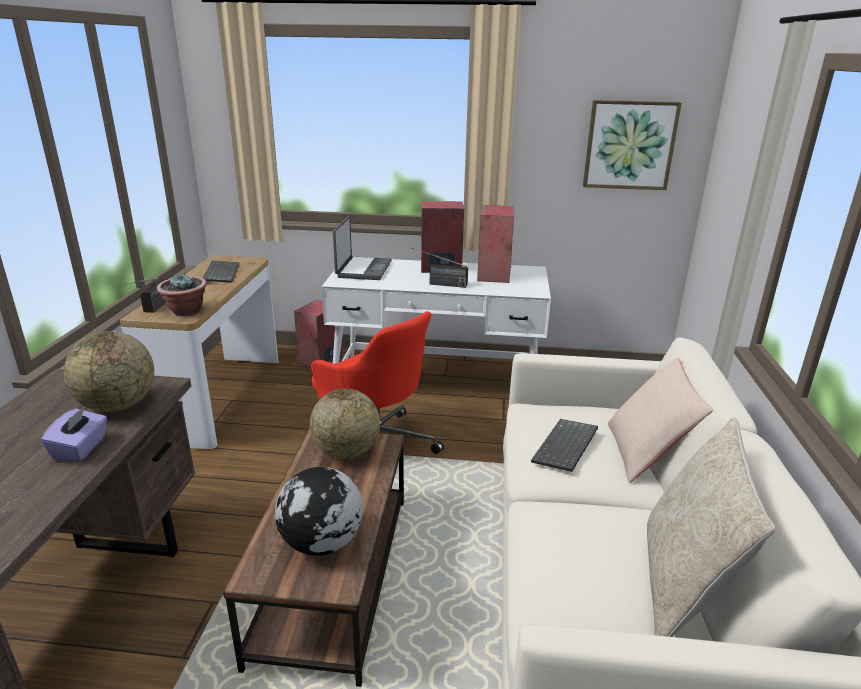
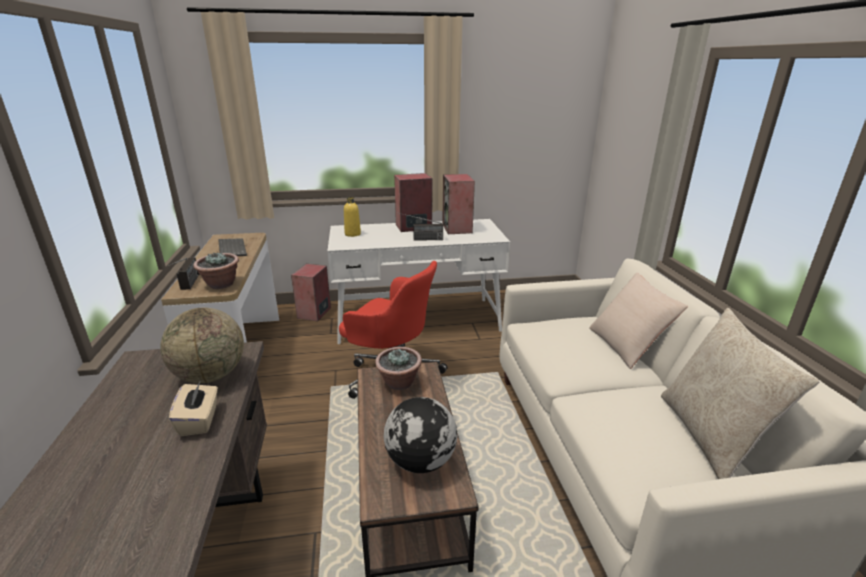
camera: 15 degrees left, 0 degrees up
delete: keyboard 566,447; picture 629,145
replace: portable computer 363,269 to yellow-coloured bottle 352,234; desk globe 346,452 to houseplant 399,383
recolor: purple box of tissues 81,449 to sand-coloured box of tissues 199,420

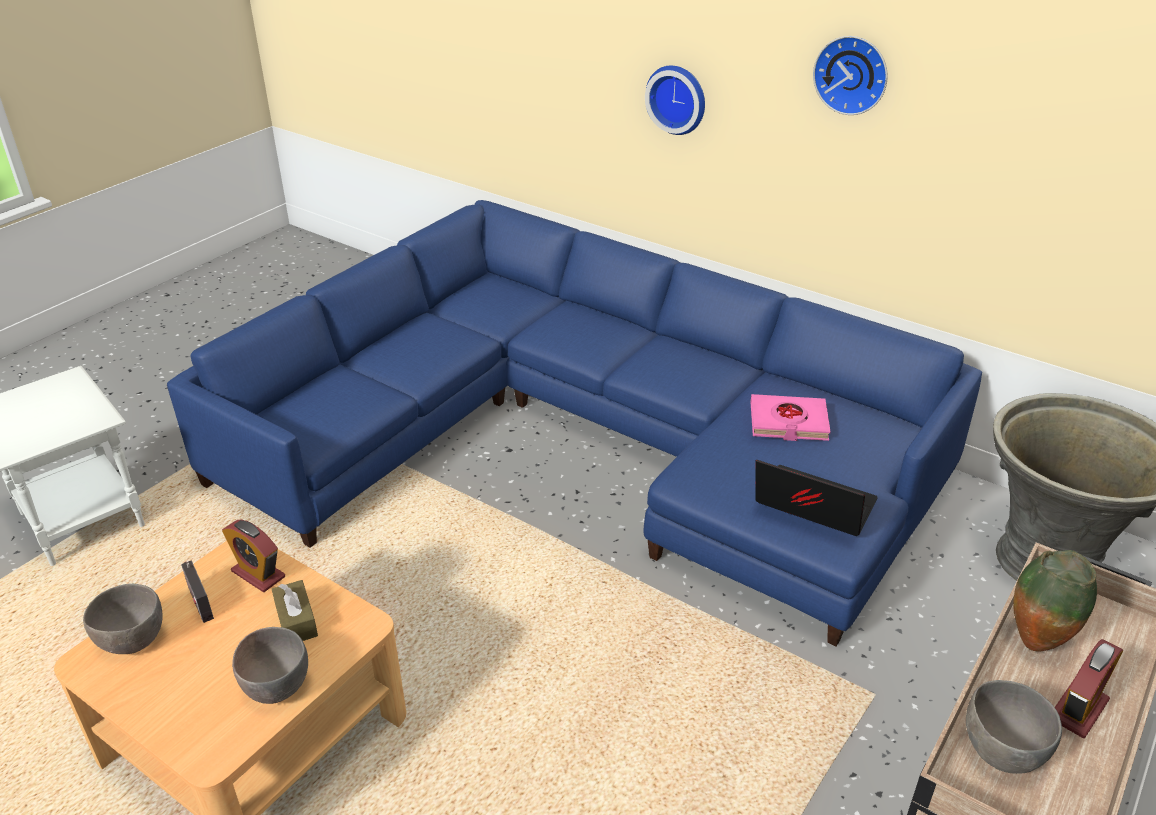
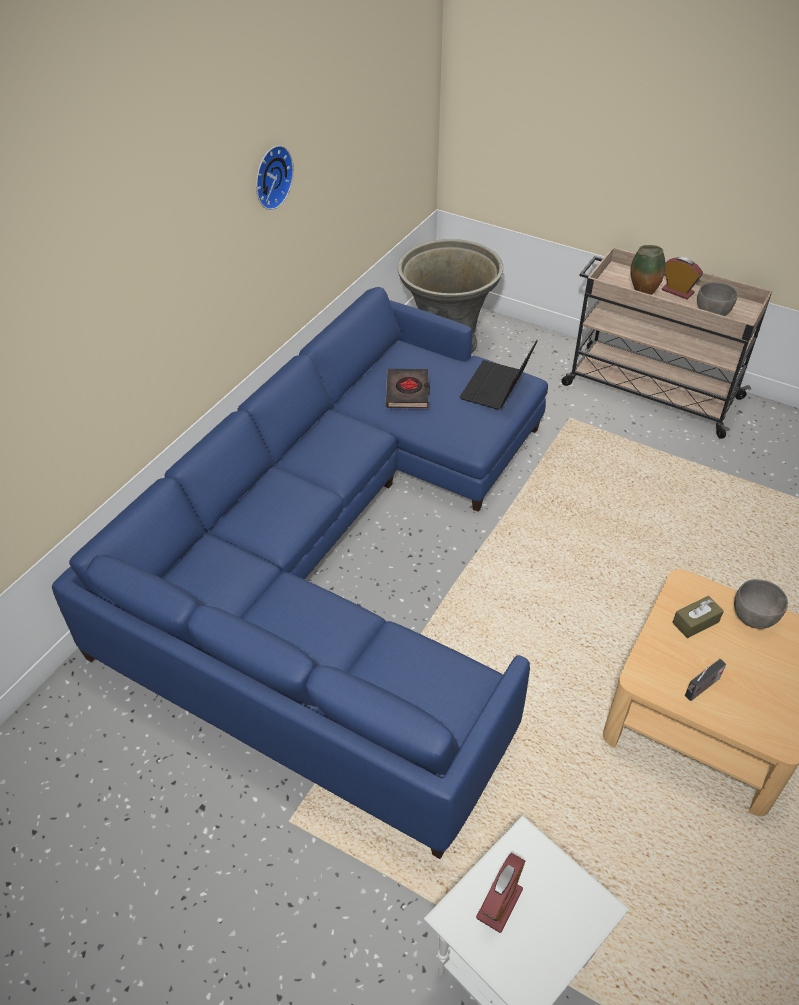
camera: 95 degrees left, 10 degrees up
delete: grey bowl 132,641; hanging clock 678,98
move: bedside clock 258,574 to 499,904
recolor: pinkish volume 788,423 to blackish volume 408,392

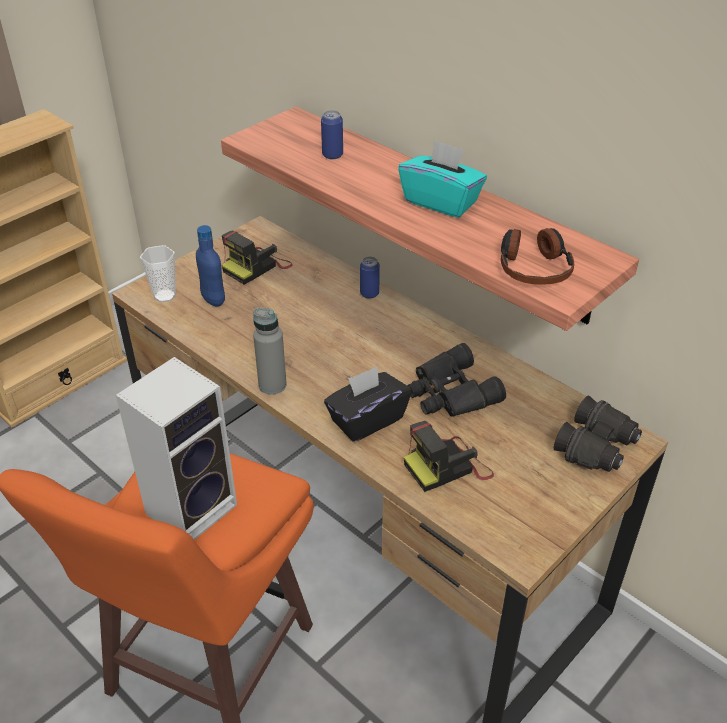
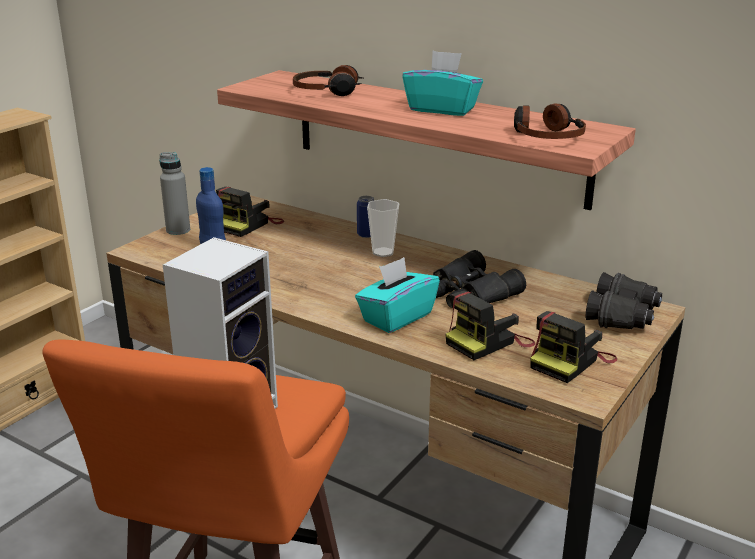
camera: 10 degrees left, 15 degrees down
insert: photo camera 570,361
move: grey bottle 272,385 to 178,230; small cup 165,296 to 383,252
replace: can 332,155 to pair of headphones 328,91
recolor: blackish box of tissues 367,420 to turquoise-coloured box of tissues 396,317

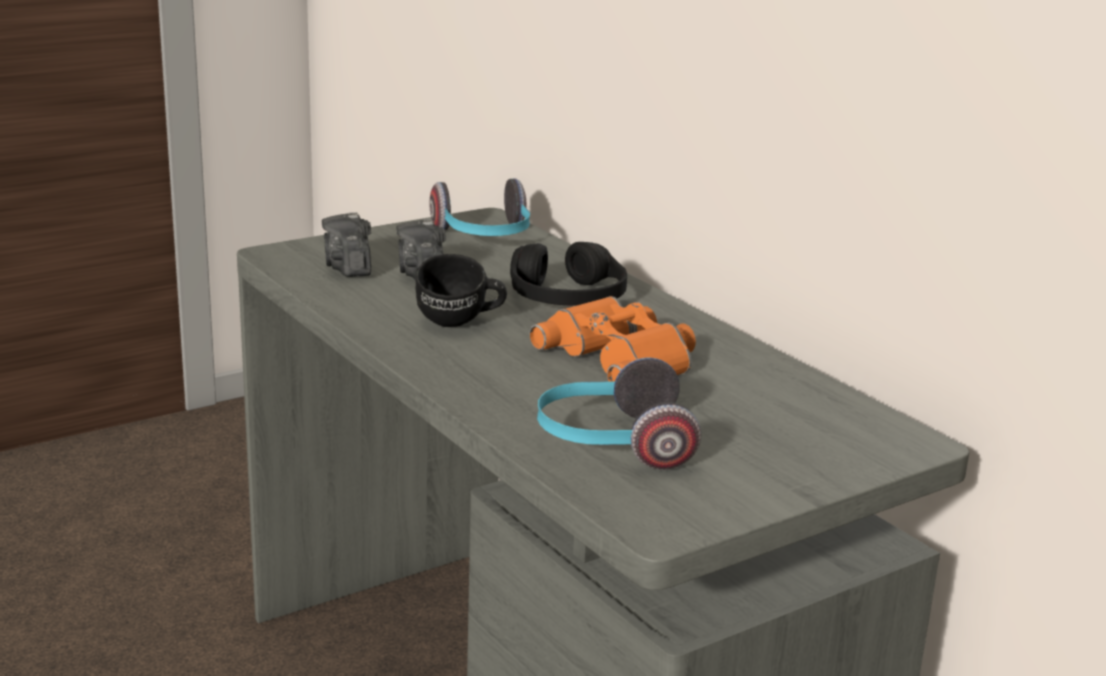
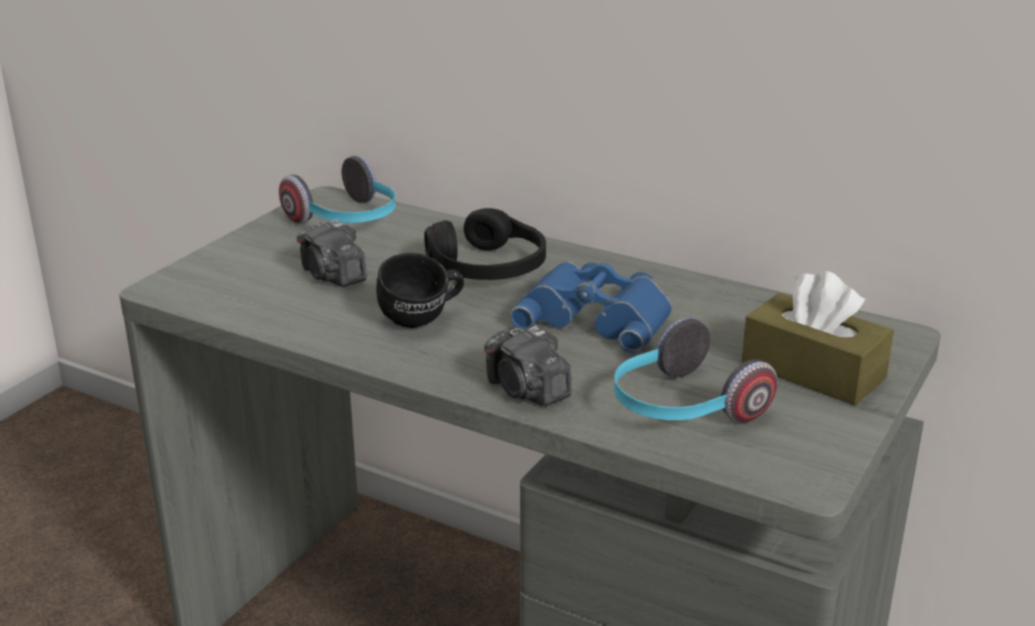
camera: 25 degrees left, 5 degrees up
insert: brownish box of tissues 812,371
move: photo camera 348,268 to 527,391
recolor: orange-coloured pair of binoculars 622,357 to bluish pair of binoculars 598,317

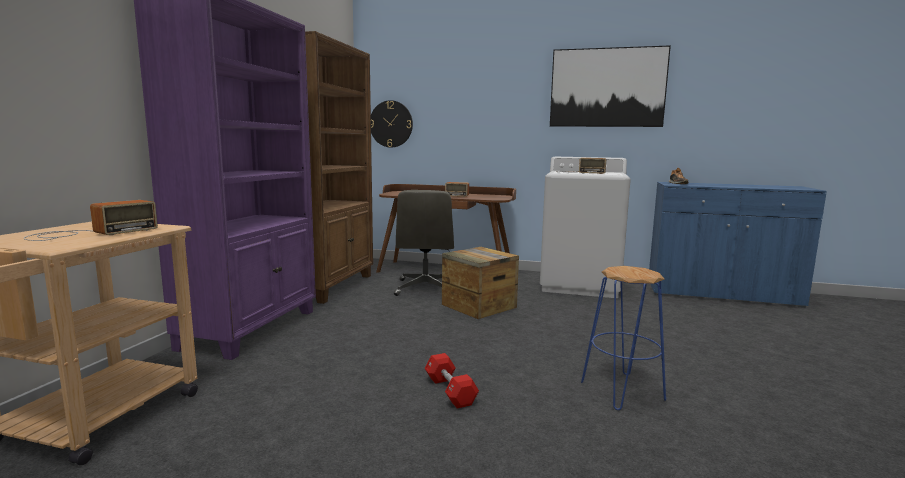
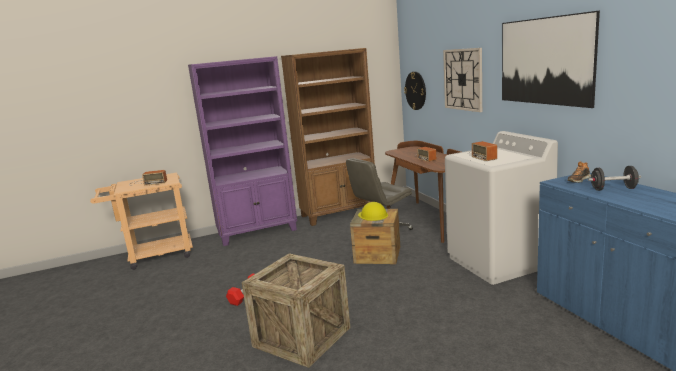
camera: 55 degrees right, 5 degrees up
insert: yellow-coloured safety helmet 373,215; hanging clock 463,79; blackish free weight 613,189
replace: bluish stool 622,391 to packing crate 302,337

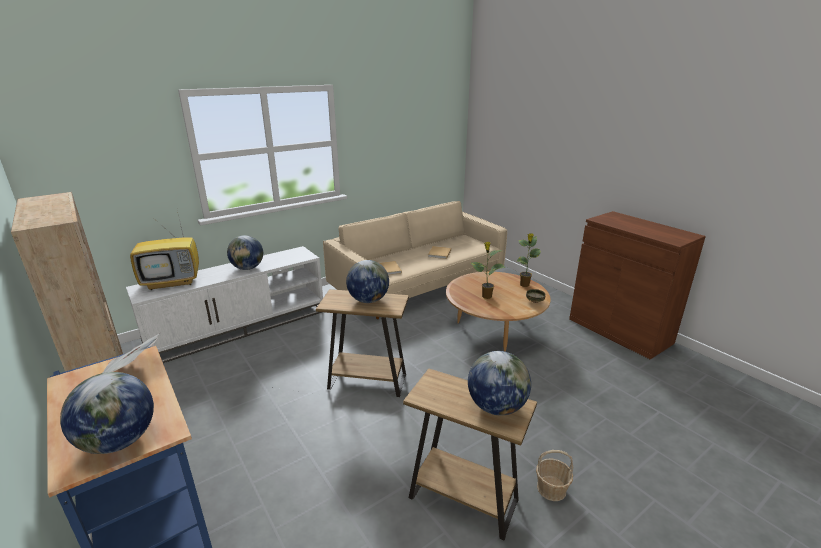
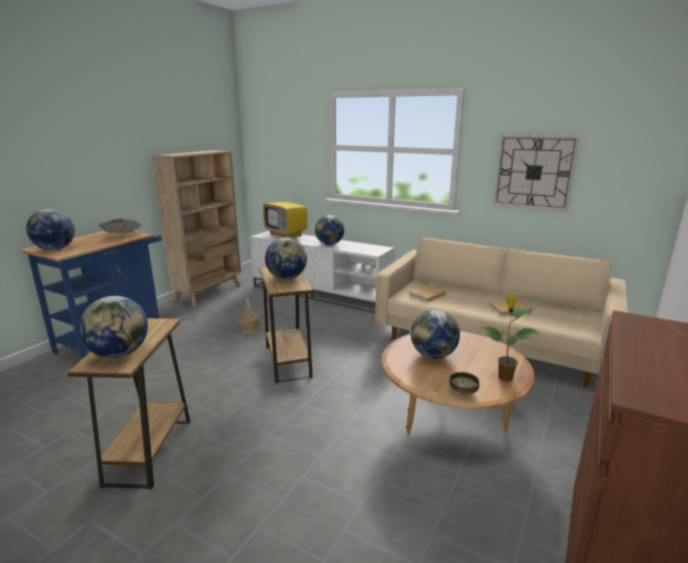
camera: 65 degrees right, 5 degrees down
insert: hanging clock 534,172
move: storage basket 551,489 to 249,330
replace: houseplant 486,296 to desk globe 433,355

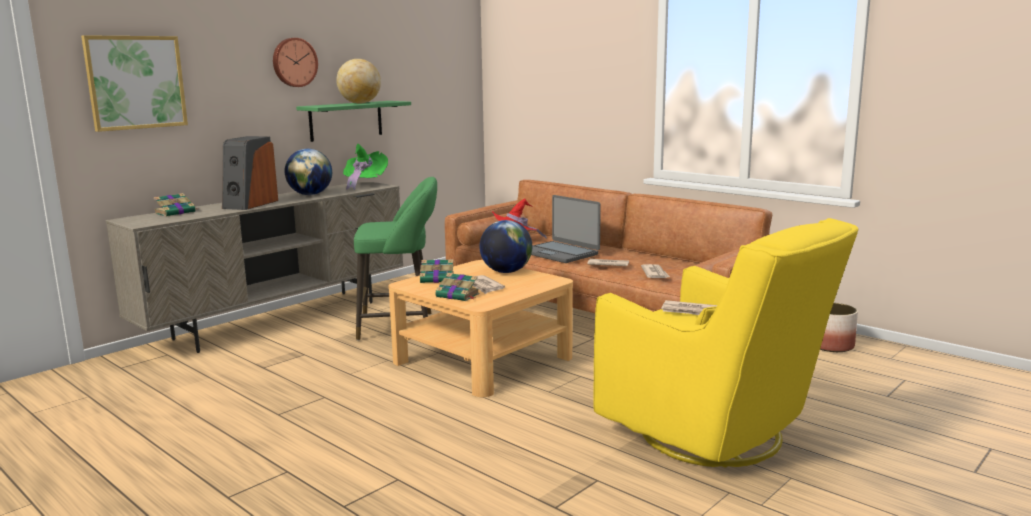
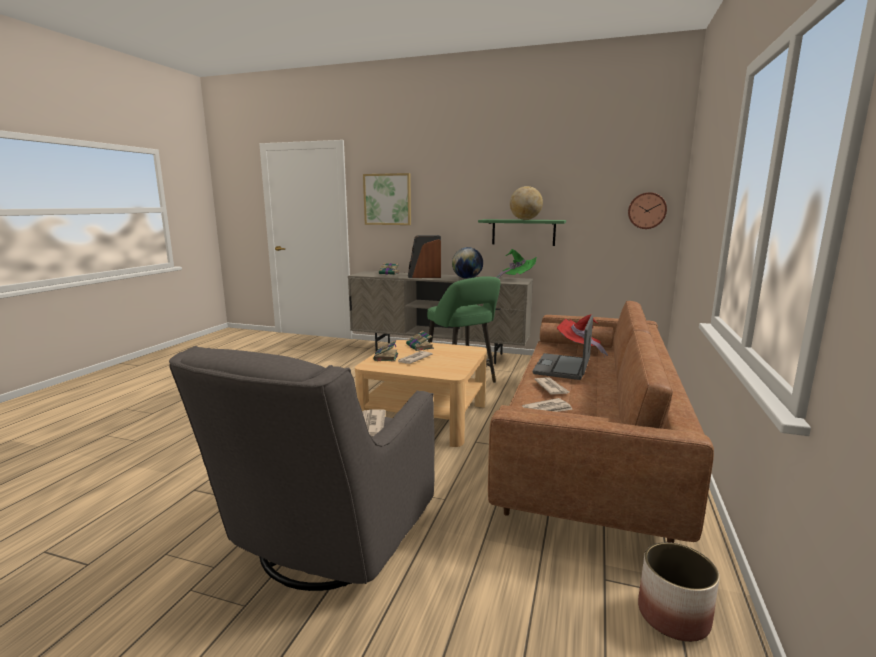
camera: 65 degrees right, 0 degrees up
delete: desk globe 506,272
move: hanging clock 294,62 to 646,210
recolor: yellow-coloured lounge chair 715,436 to grey lounge chair 326,545

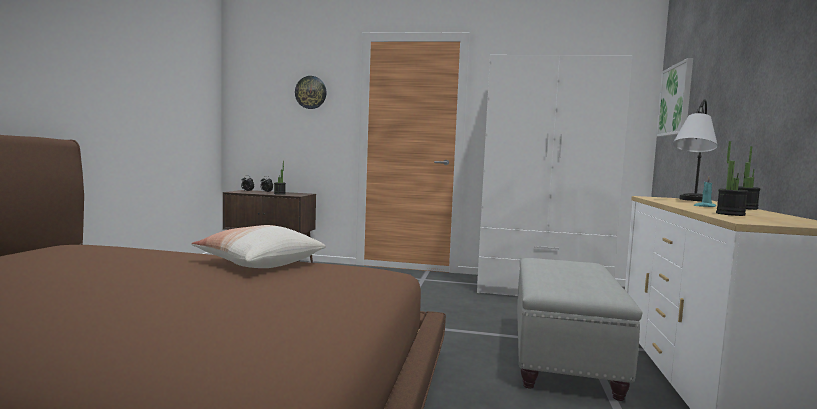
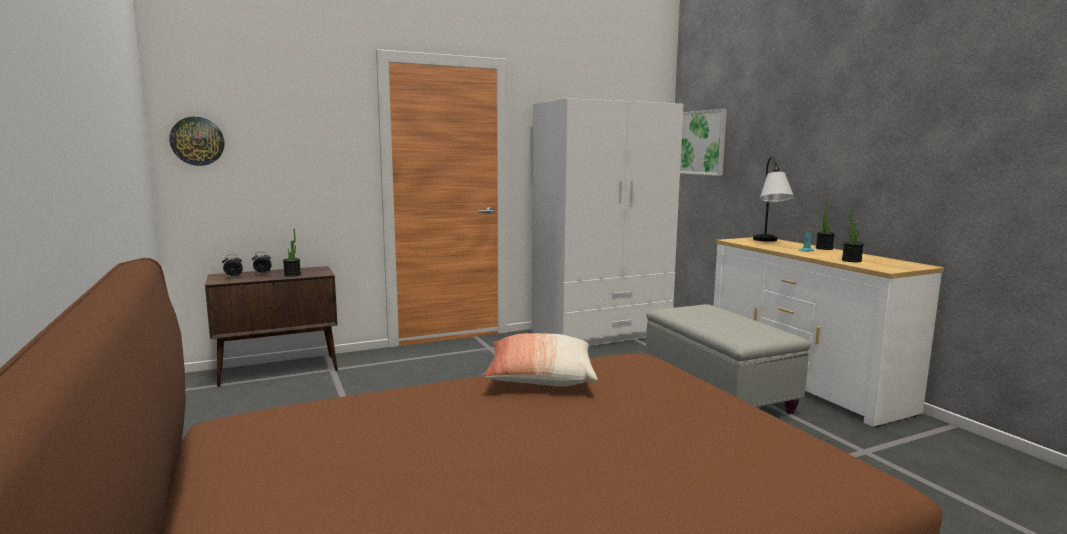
camera: 35 degrees left, 5 degrees up
move: hanging clock 311,92 to 197,141

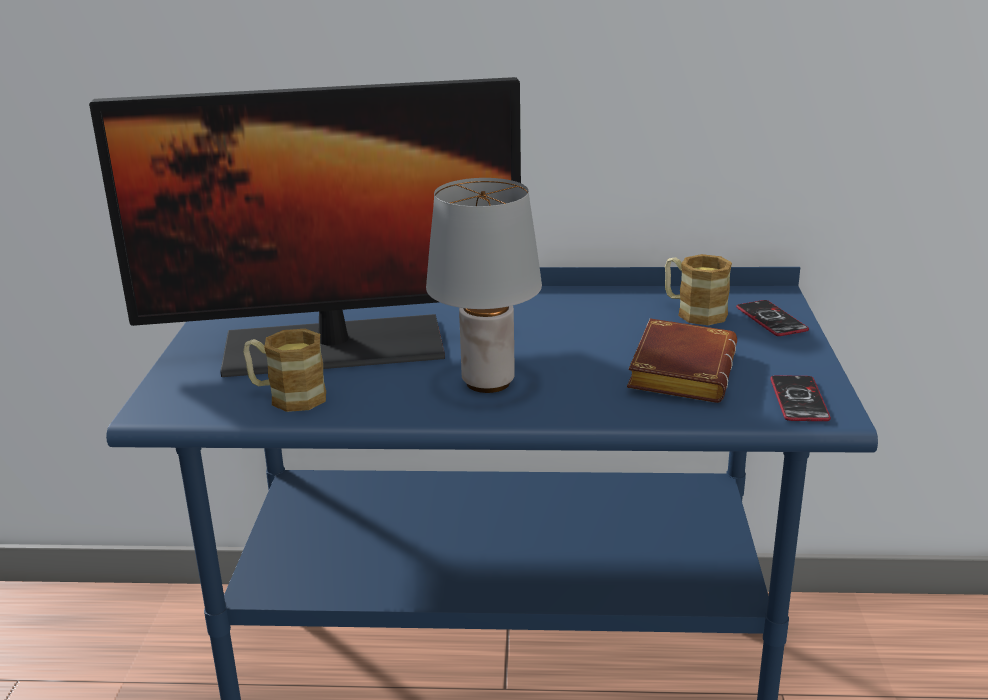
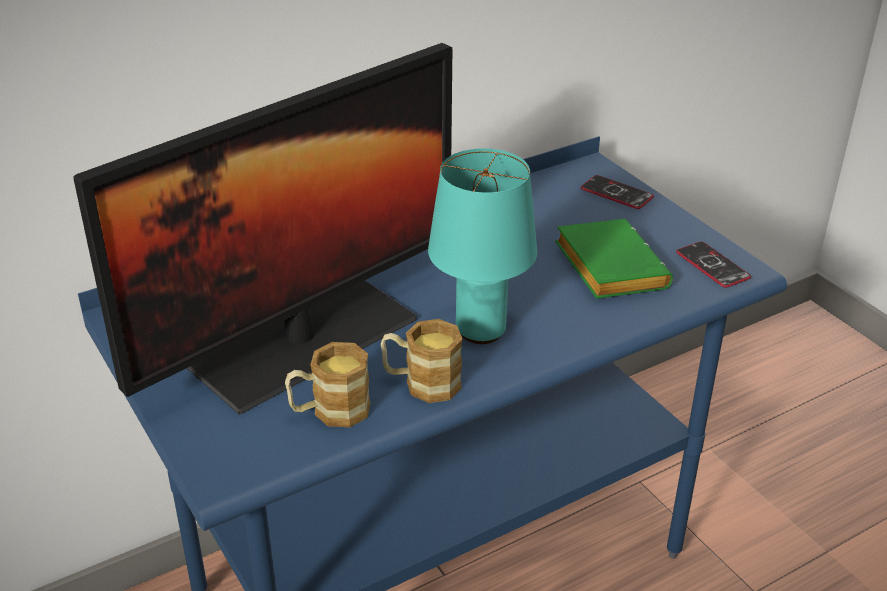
camera: 35 degrees left, 10 degrees up
move: coffee mug 693,312 to 421,383
recolor: grey tabletop lamp 488,383 to turquoise-coloured tabletop lamp 481,331; brownish volume 678,370 to green volume 606,266

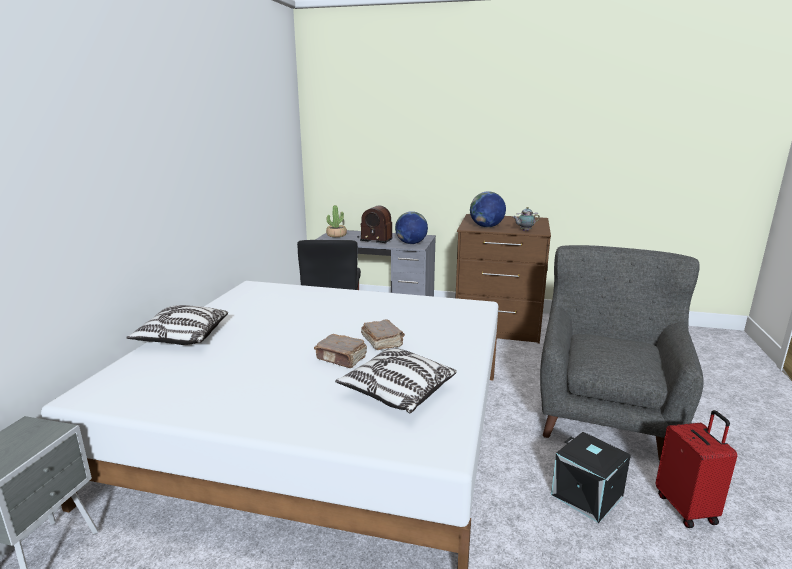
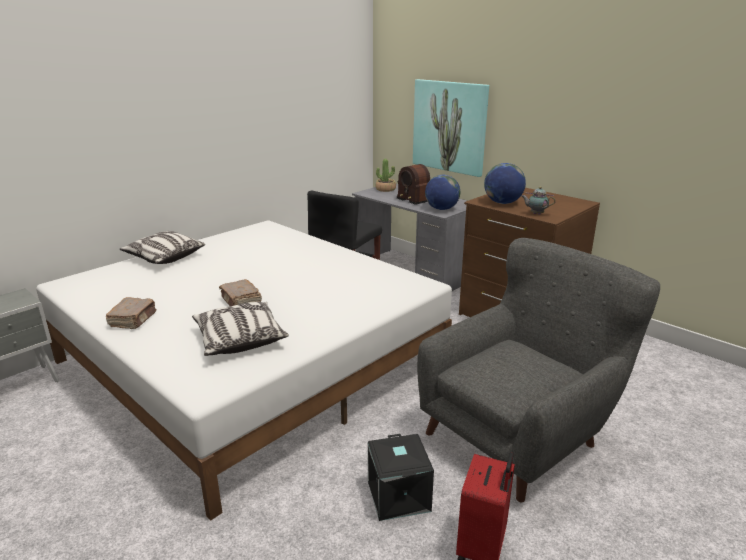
camera: 30 degrees right, 5 degrees up
insert: picture 450,126
move: brownish volume 382,342 to 133,320

